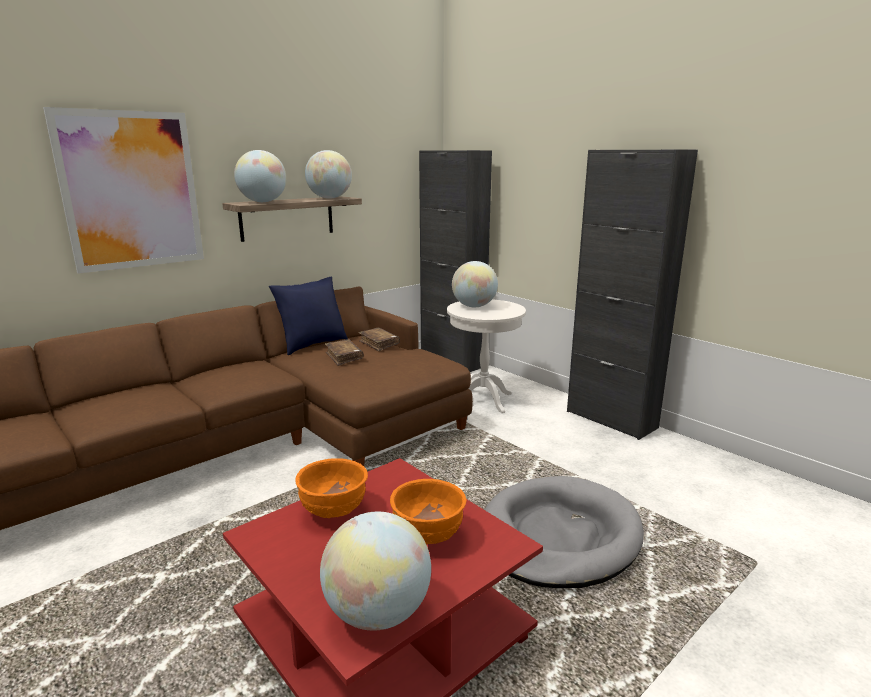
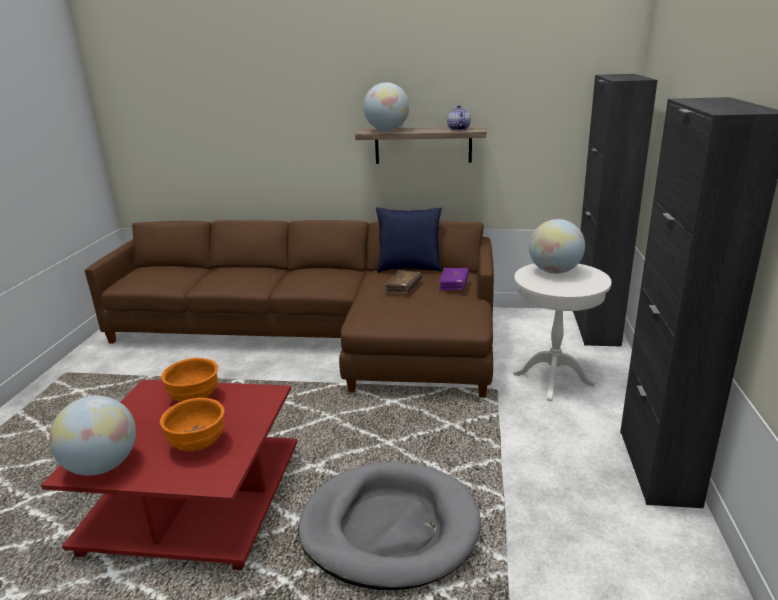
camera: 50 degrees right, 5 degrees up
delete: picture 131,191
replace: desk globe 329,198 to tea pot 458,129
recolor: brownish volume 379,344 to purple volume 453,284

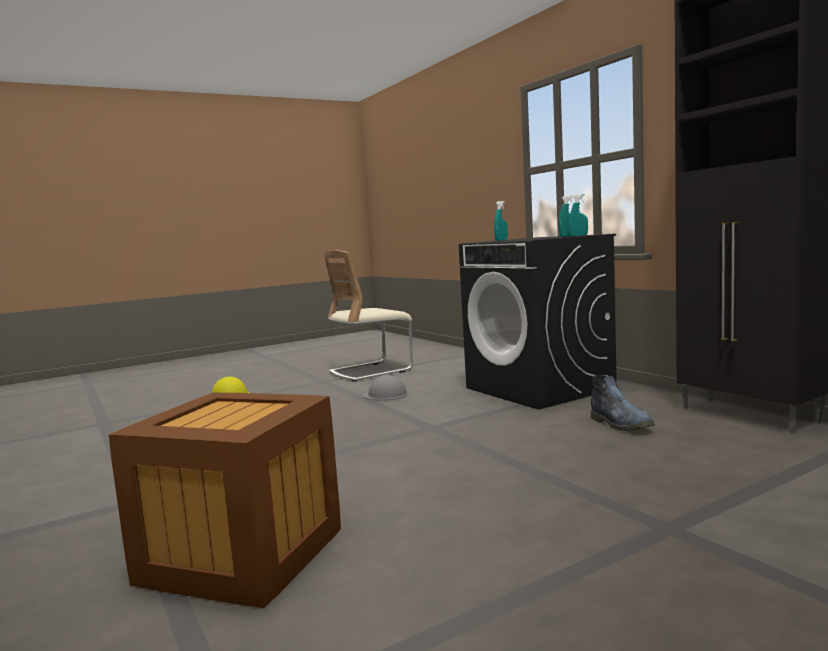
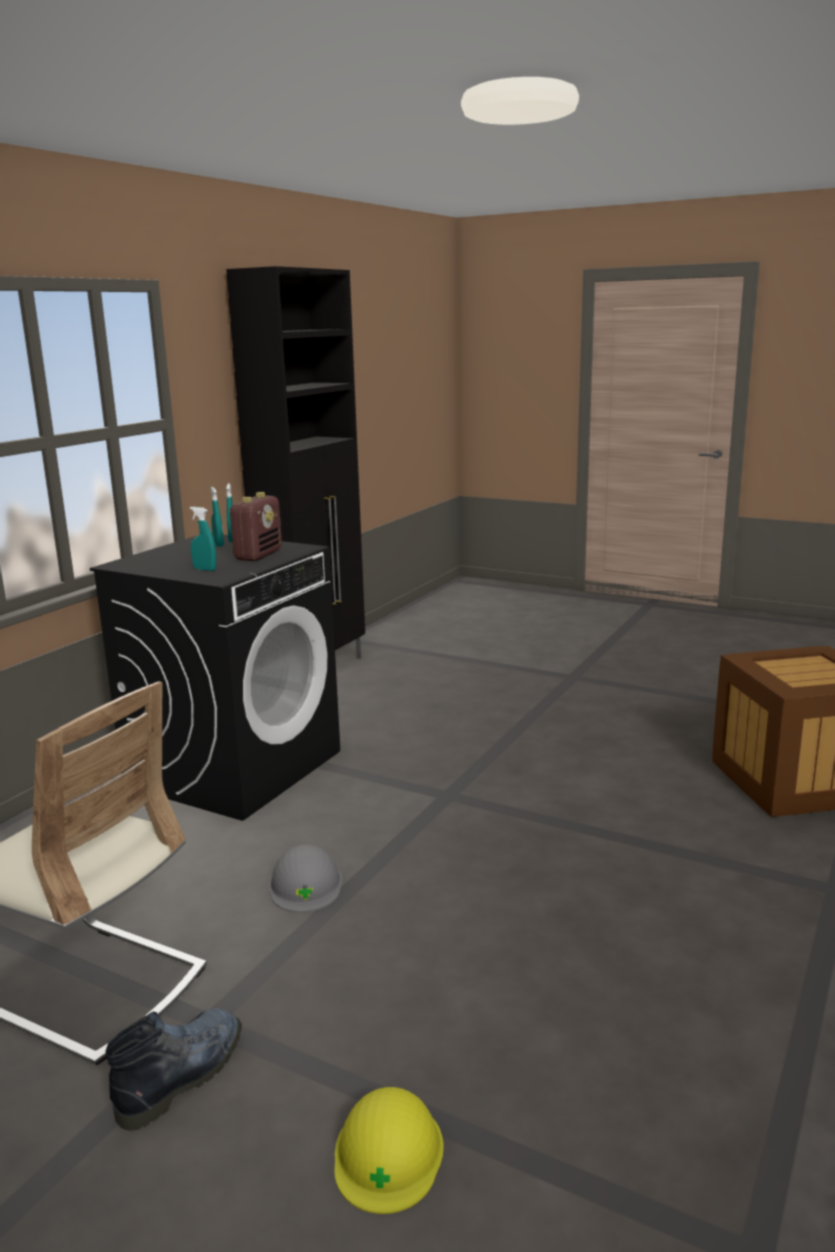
camera: 120 degrees left, 10 degrees up
insert: radio set 258,555
move: tall boot 621,425 to 183,1074

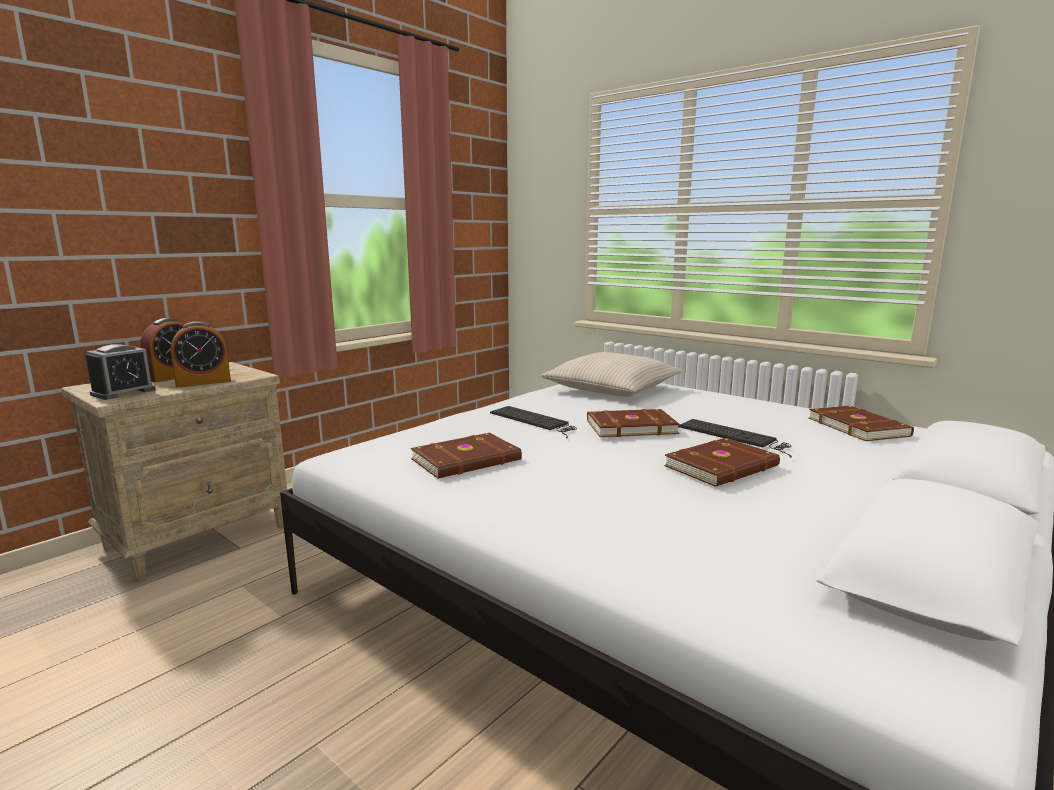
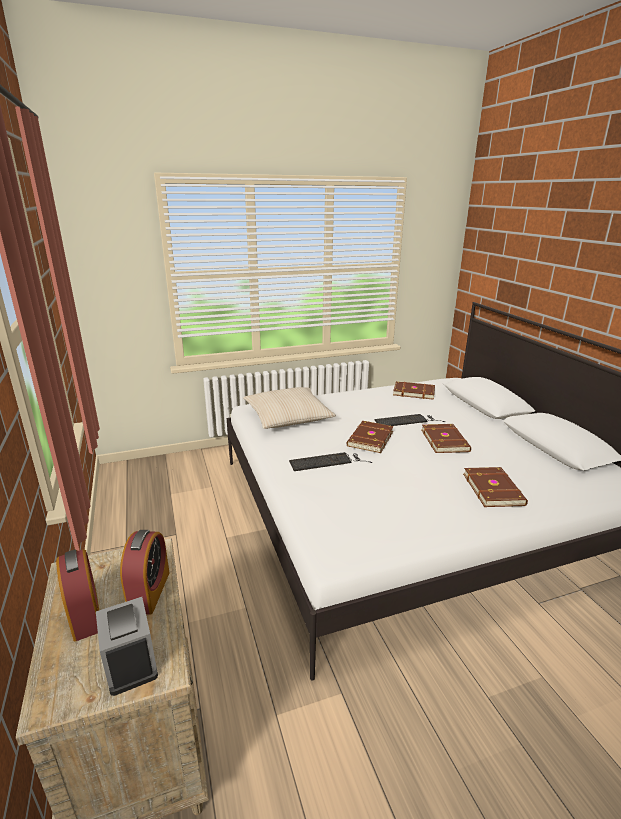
camera: 60 degrees left, 10 degrees up
move: brownish volume 467,460 to 494,489

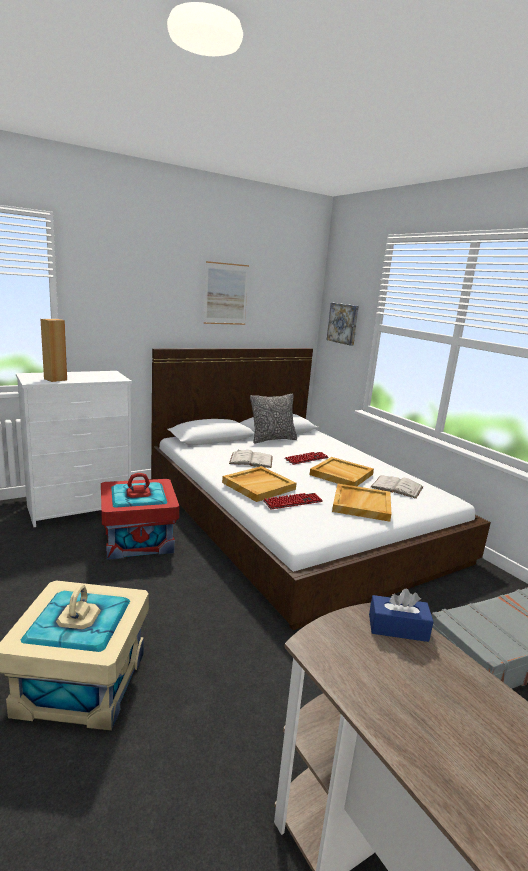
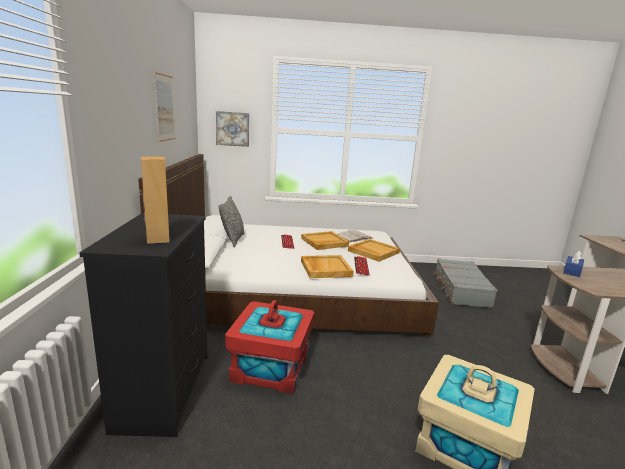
camera: 60 degrees left, 0 degrees up
delete: white-coloured volume 251,460
recolor: white-coloured drawer chest 80,508 to blackish drawer chest 165,390

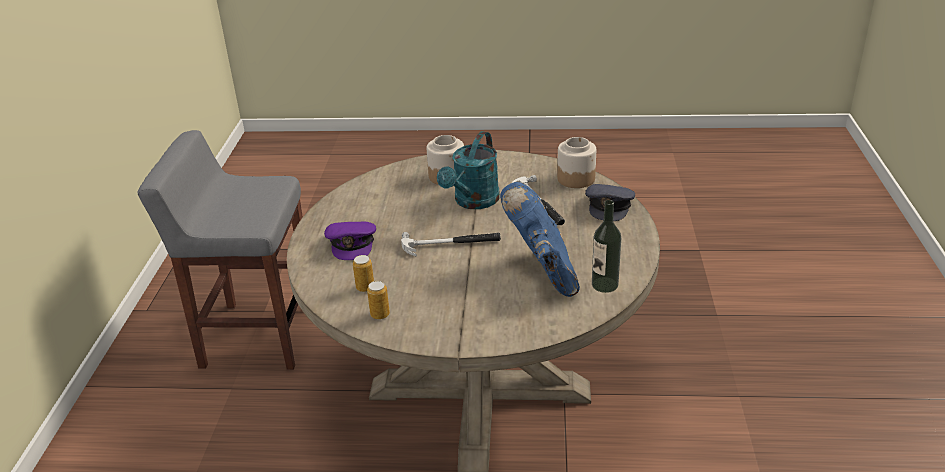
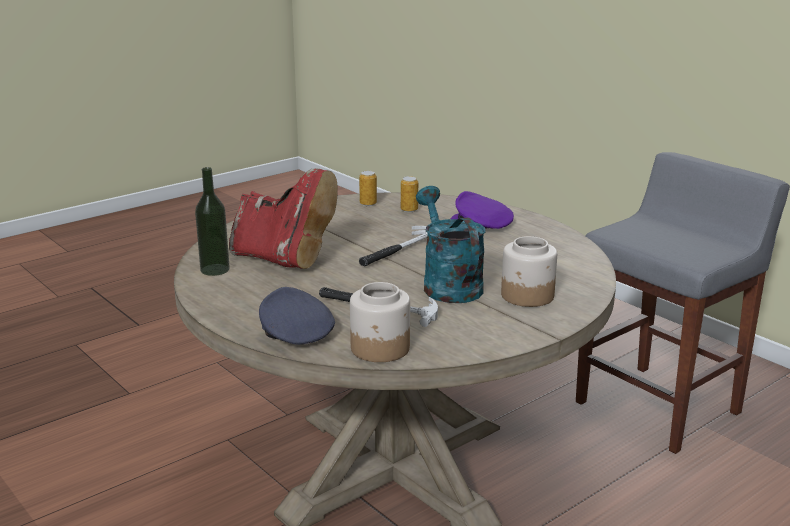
camera: 135 degrees right, 10 degrees down
recolor: bluish tall boot 543,272 to reddish tall boot 284,260

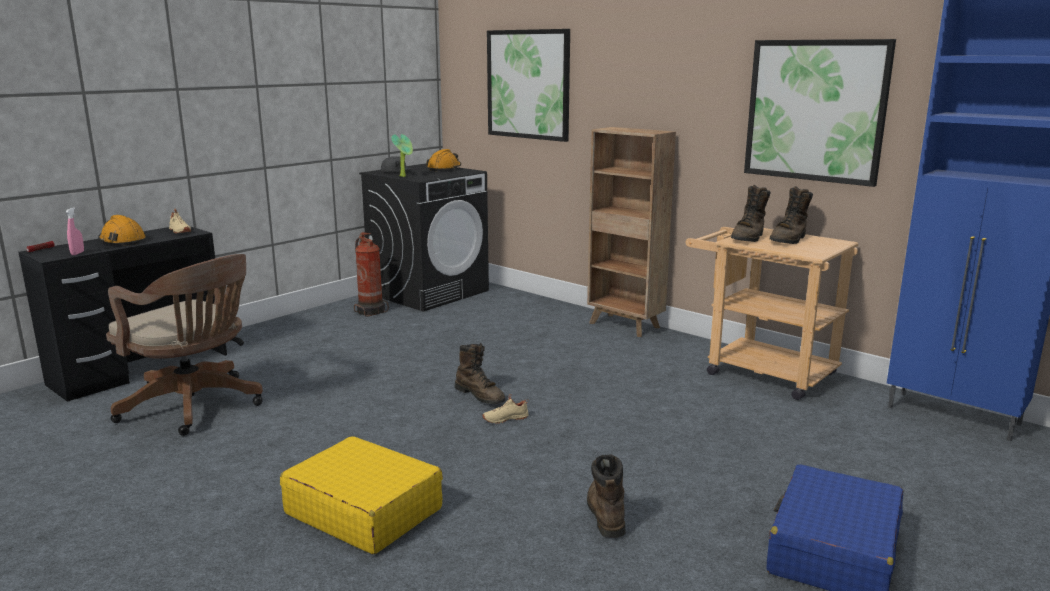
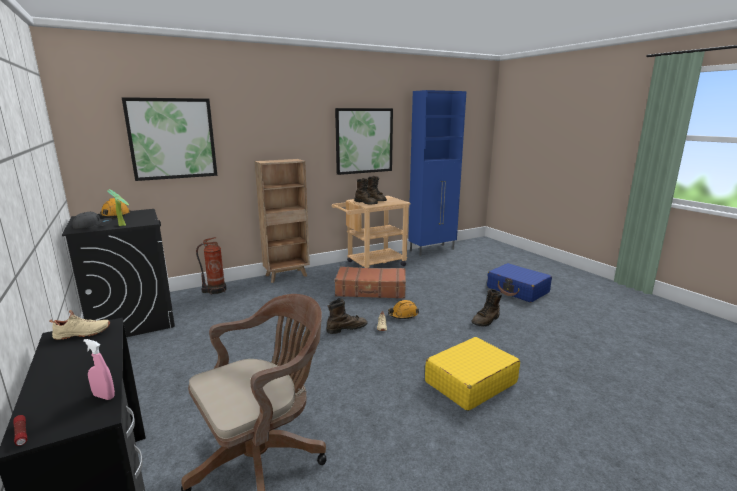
camera: 70 degrees left, 0 degrees up
insert: brownish piece of luggage 371,290
move: extinguisher 370,311 to 215,290; orange-coloured safety helmet 122,241 to 403,315
rotate: brownish tall boot 605,513 = 486,321 60 degrees counterclockwise

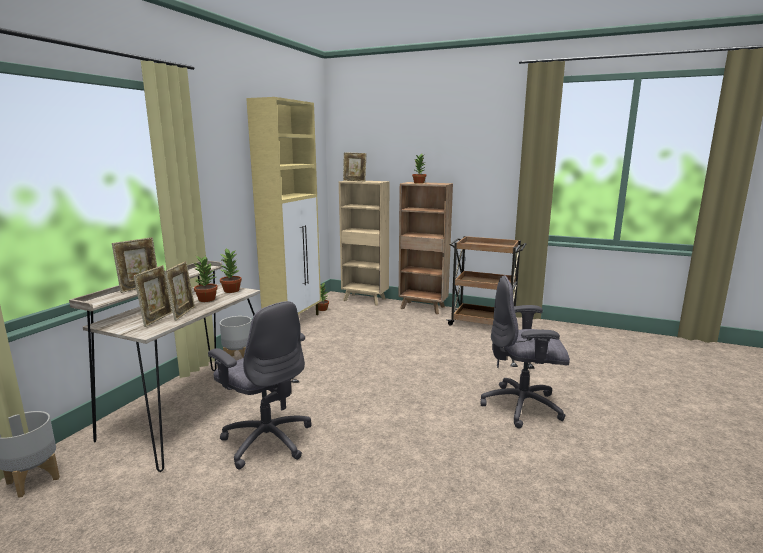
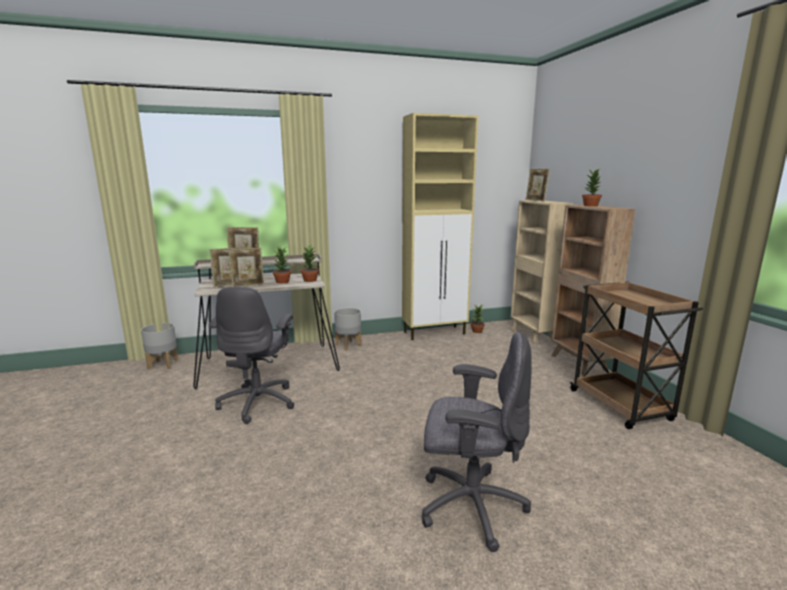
camera: 50 degrees right, 0 degrees up
rotate: grey computer chair 523,406 = 470,505 135 degrees clockwise

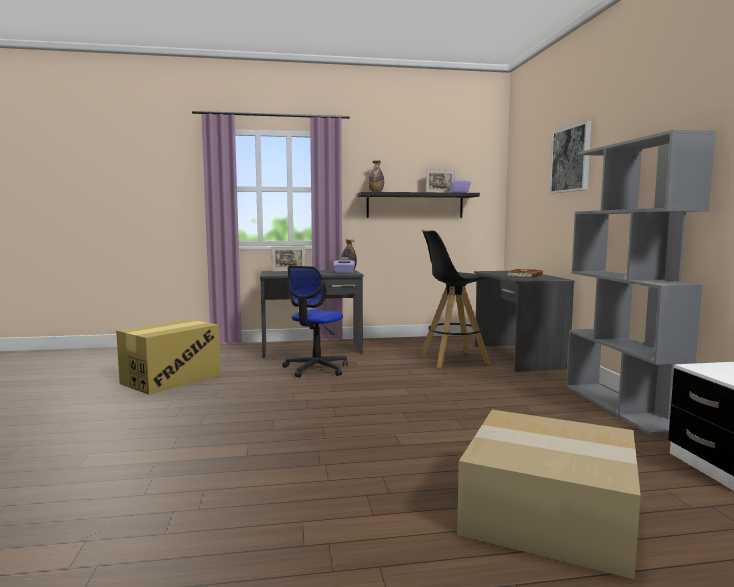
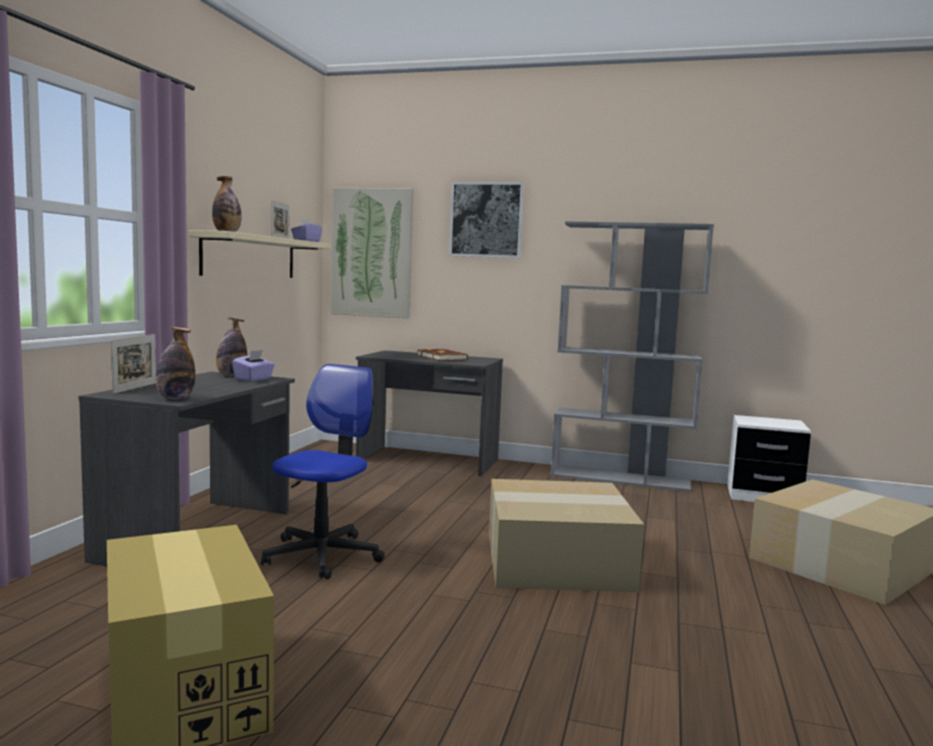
camera: 65 degrees left, 0 degrees up
delete: blackish stool 452,359
insert: bottle 175,398; picture 372,253; cardboard box 559,560
recolor: blackish bracket shelf 415,205 to sand-coloured bracket shelf 250,257
rotate: computer chair 316,369 = 322,555 120 degrees counterclockwise

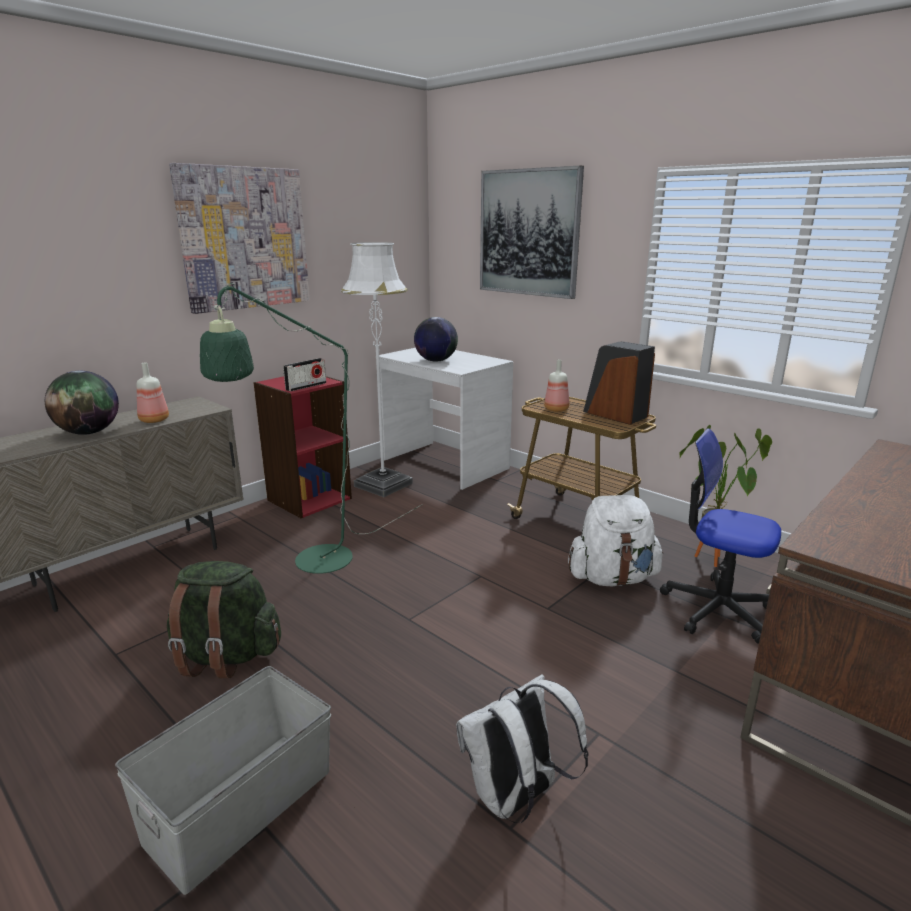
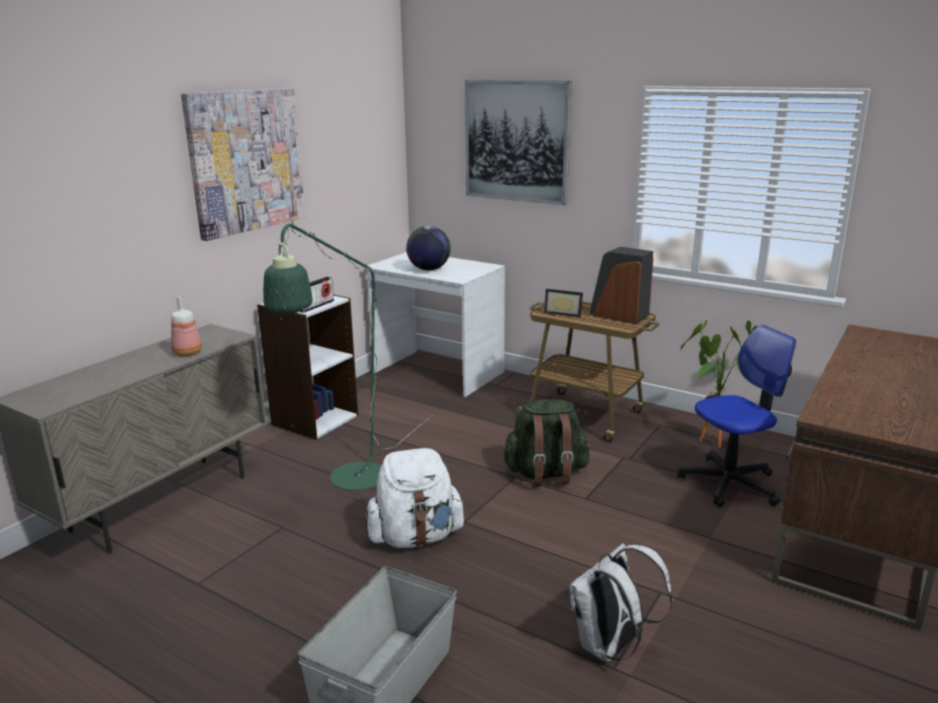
camera: 10 degrees left, 0 degrees up
delete: desk globe 89,432; white-coloured standard lamp 383,485
move: white-coloured knapsack 612,578 to 416,537; green knapsack 226,656 to 545,474
replace: bottle 557,409 to picture frame 563,313
recolor: reddish shelving unit 309,499 to white-coloured shelving unit 314,419
rotate: computer chair 717,609 = 729,483 135 degrees clockwise

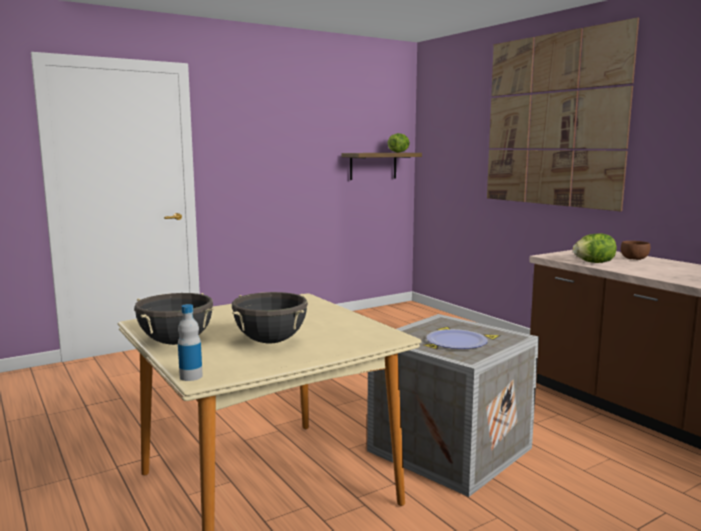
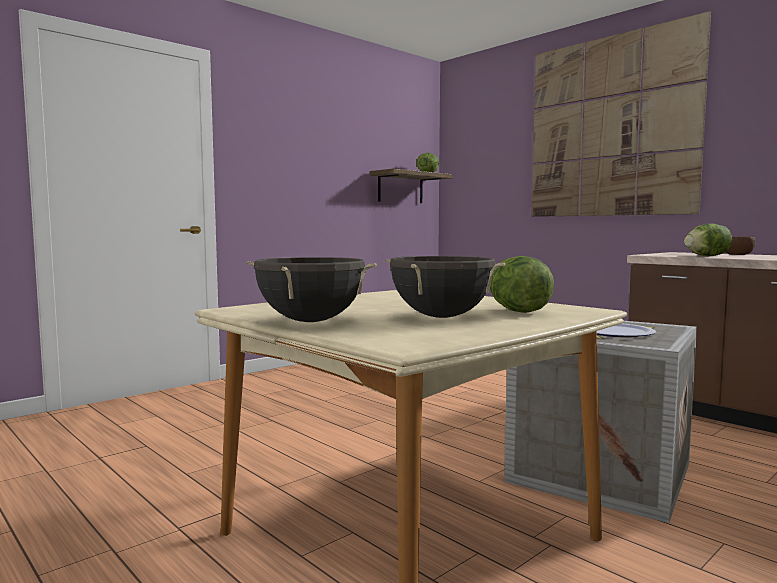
camera: 10 degrees left, 5 degrees down
delete: bottle 191,376
insert: lettuce 518,311

